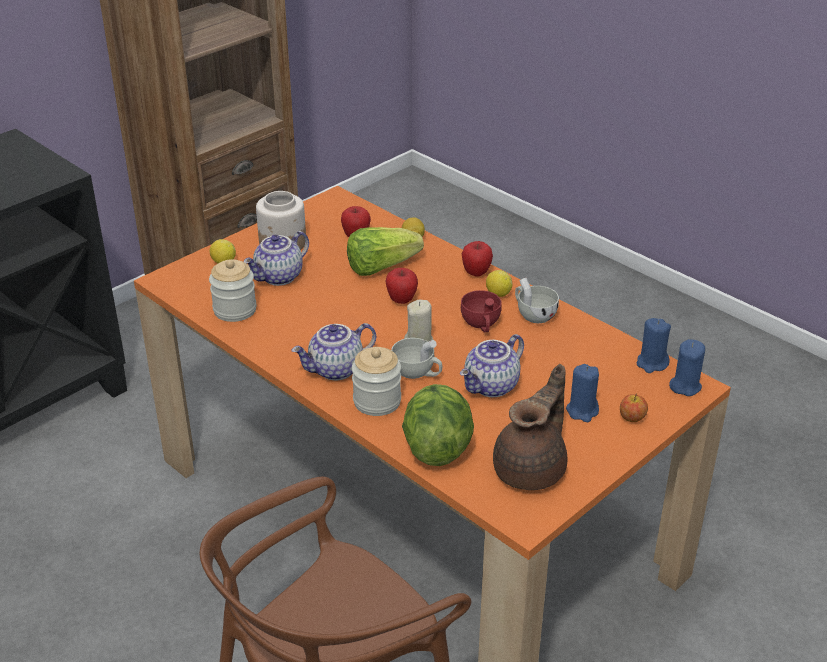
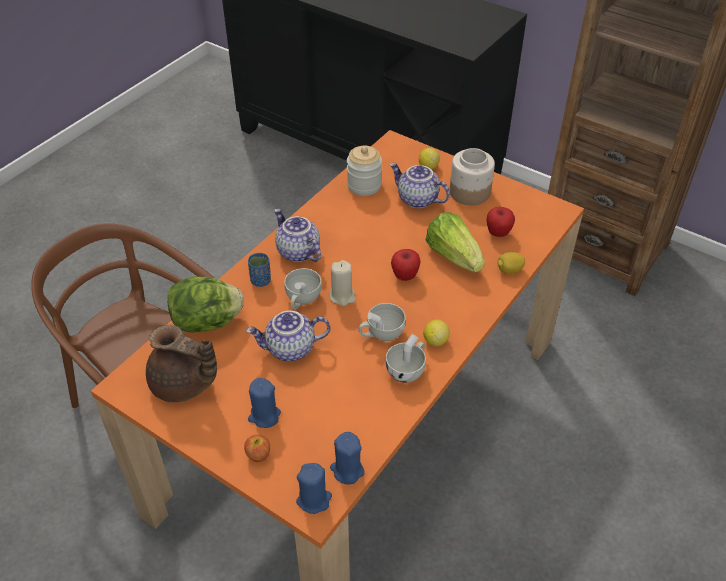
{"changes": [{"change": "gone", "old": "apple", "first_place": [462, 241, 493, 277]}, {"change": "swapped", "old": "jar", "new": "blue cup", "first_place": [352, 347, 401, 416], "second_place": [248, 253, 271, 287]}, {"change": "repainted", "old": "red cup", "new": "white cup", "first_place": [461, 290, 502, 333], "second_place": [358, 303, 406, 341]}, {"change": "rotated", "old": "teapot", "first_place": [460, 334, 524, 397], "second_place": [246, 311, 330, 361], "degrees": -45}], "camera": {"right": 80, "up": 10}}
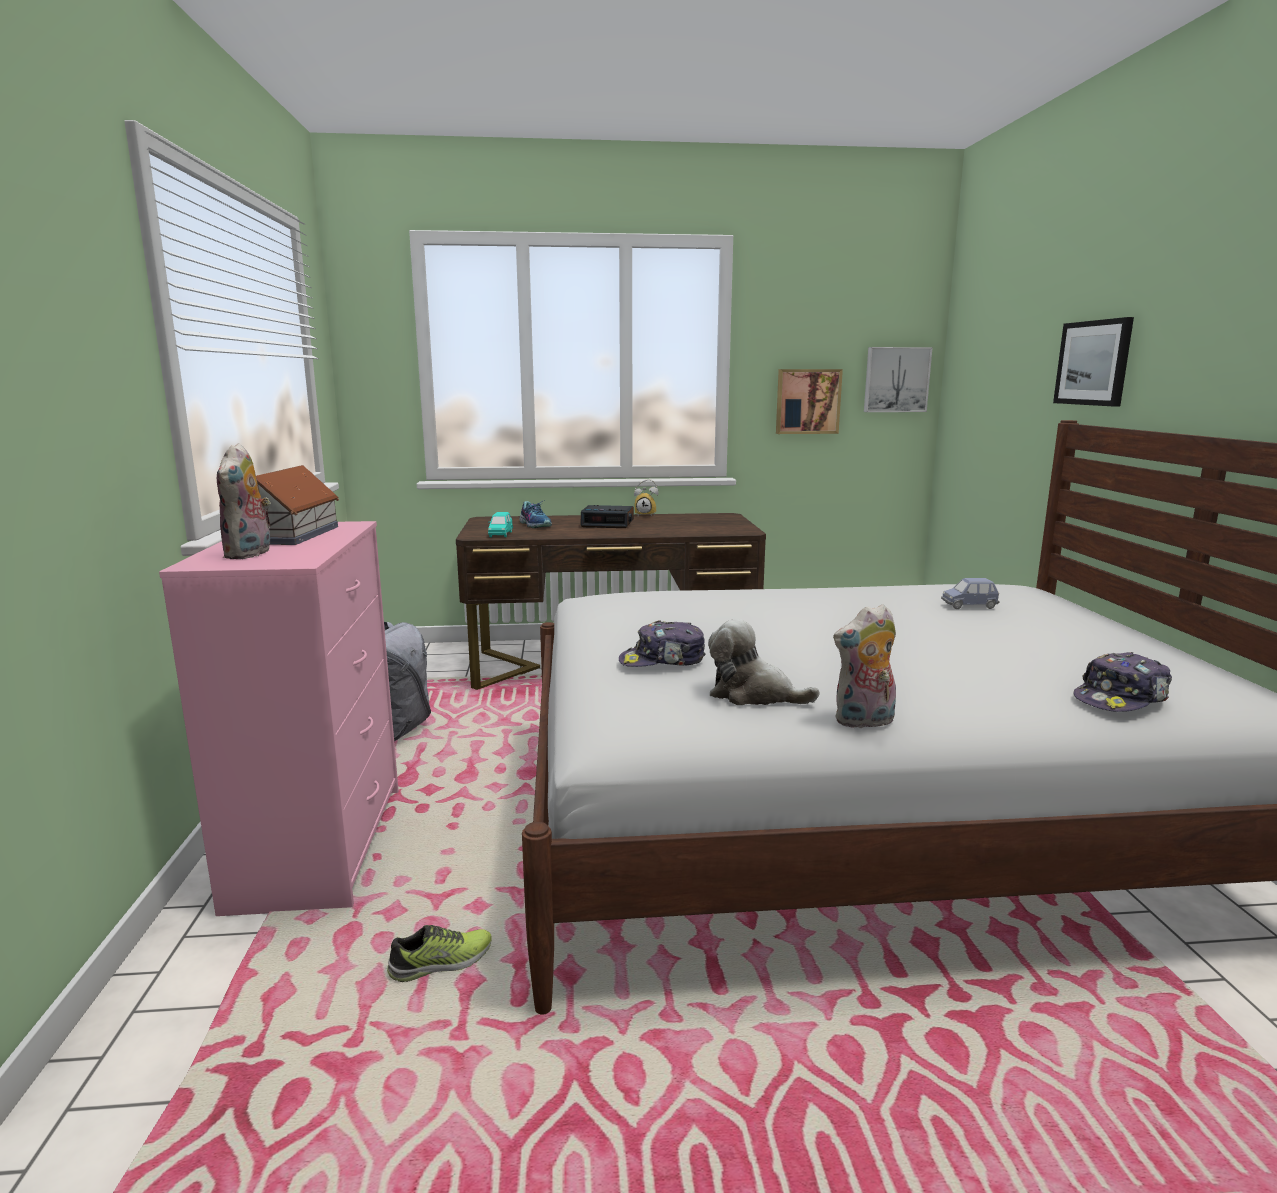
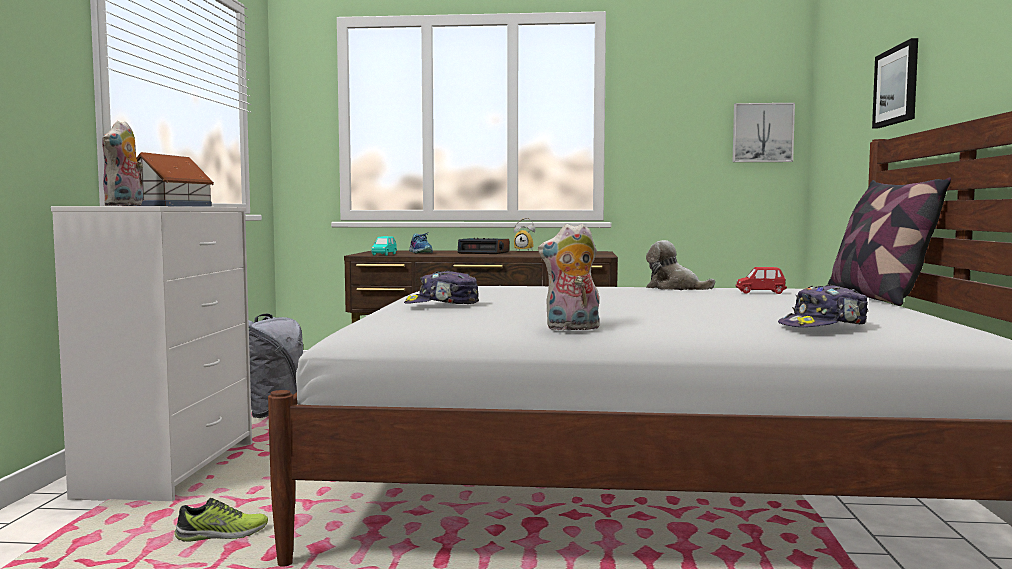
{"changes": [{"change": "gone", "old": "picture", "first_place": [776, 369, 843, 434]}, {"change": "new", "new": "pillow", "second_place": [828, 177, 951, 306]}, {"change": "shifted", "old": "plush toy", "first_place": [708, 619, 819, 705], "second_place": [646, 240, 715, 290]}, {"change": "repainted", "old": "pink dresser", "new": "white dresser", "first_place": [159, 521, 399, 916], "second_place": [51, 206, 252, 501]}, {"change": "repainted", "old": "blue toy car", "new": "red toy car", "first_place": [941, 578, 1000, 609], "second_place": [735, 267, 787, 294]}], "camera": {"right": 10, "up": -10}}
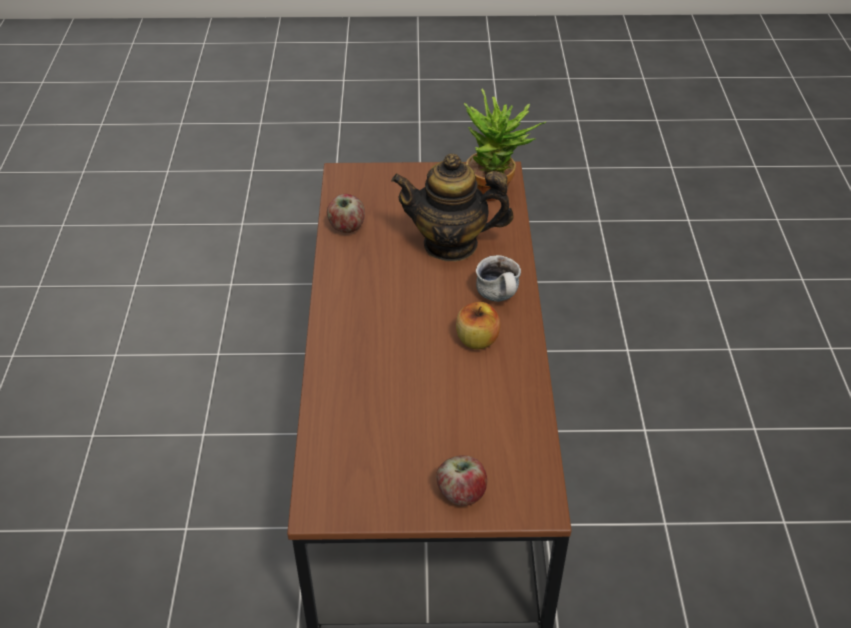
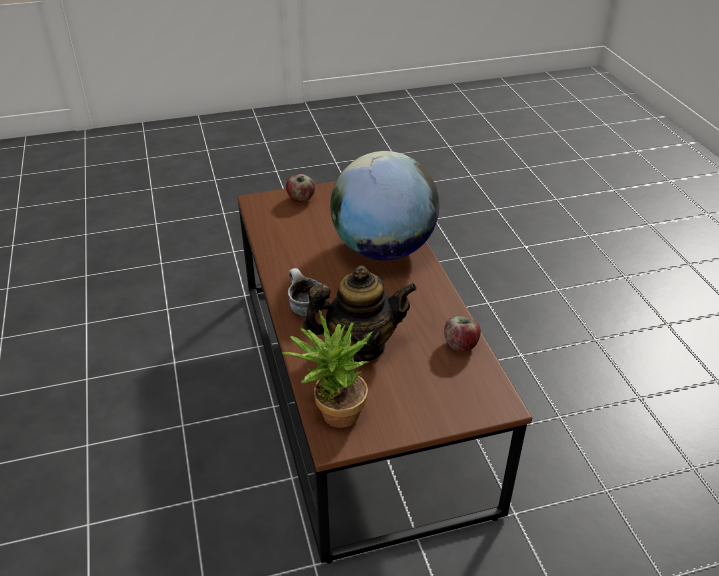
{"changes": [{"change": "gone", "old": "apple", "first_place": [456, 302, 500, 350]}, {"change": "new", "new": "globe", "second_place": [330, 151, 439, 261]}], "camera": {"right": 165, "up": -5}}
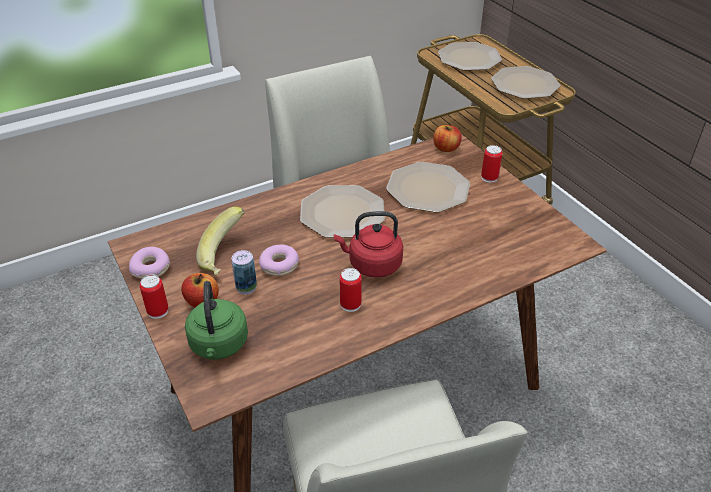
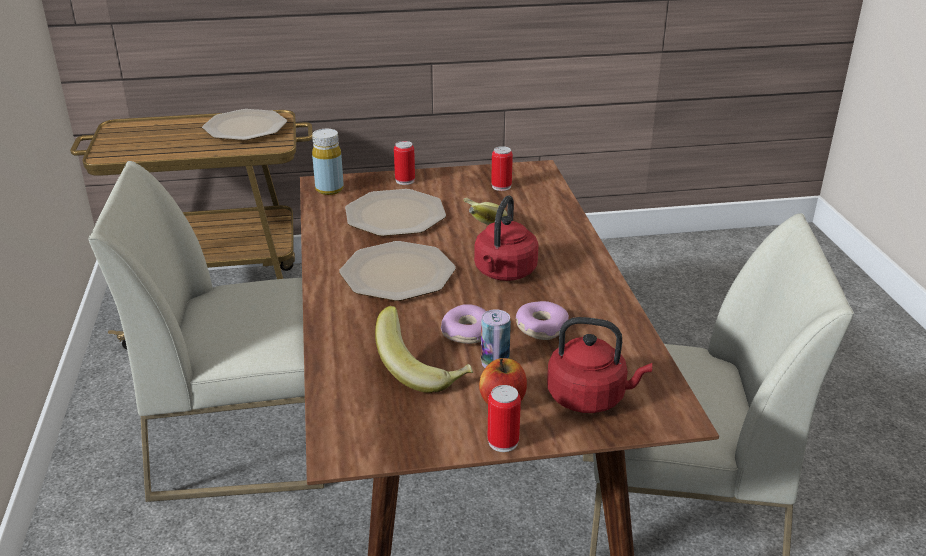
{"changes": [{"change": "gone", "old": "plate", "first_place": [438, 42, 502, 71]}, {"change": "new", "new": "banana", "second_place": [463, 198, 507, 225]}, {"change": "shifted", "old": "donut", "first_place": [129, 247, 170, 279], "second_place": [516, 301, 569, 340]}, {"change": "shifted", "old": "can", "first_place": [340, 268, 362, 312], "second_place": [491, 146, 513, 191]}, {"change": "swapped", "old": "apple", "new": "yellow bottle", "first_place": [433, 125, 462, 152], "second_place": [312, 129, 344, 195]}, {"change": "repainted", "old": "green kettle", "new": "red kettle", "first_place": [185, 281, 248, 359], "second_place": [547, 317, 652, 413]}], "camera": {"right": -70, "up": -10}}
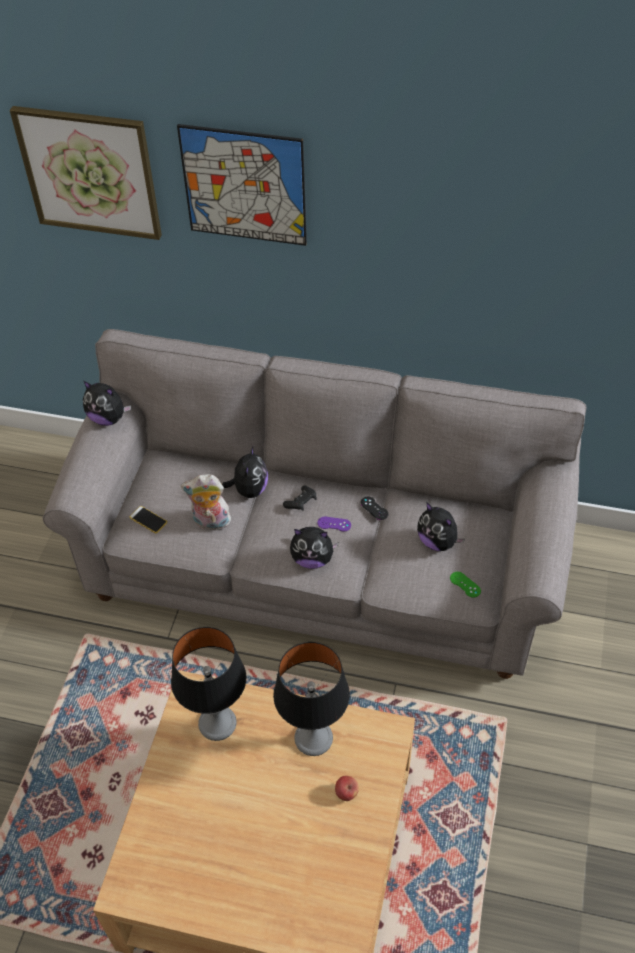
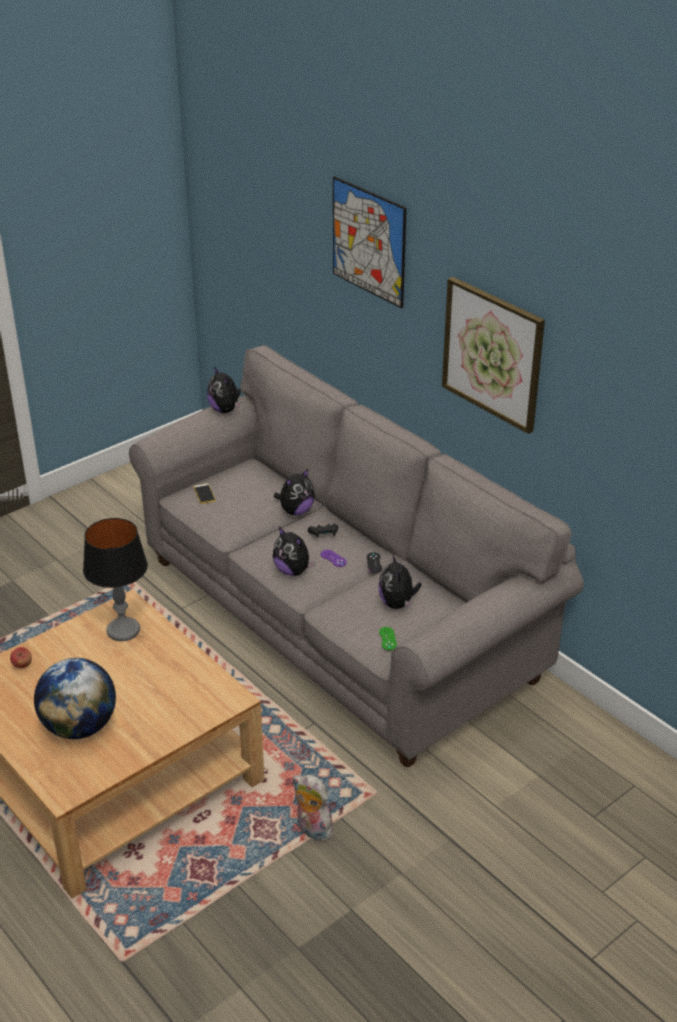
{"changes": [{"change": "gone", "old": "table lamp", "first_place": [273, 642, 350, 756]}, {"change": "new", "new": "globe", "second_place": [34, 658, 116, 739]}, {"change": "shifted", "old": "picture", "first_place": [10, 106, 162, 240], "second_place": [442, 277, 545, 434]}, {"change": "shifted", "old": "plush toy", "first_place": [181, 474, 233, 530], "second_place": [293, 774, 333, 842]}, {"change": "shifted", "old": "apple", "first_place": [335, 776, 359, 801], "second_place": [10, 647, 32, 668]}], "camera": {"right": 35, "up": -15}}
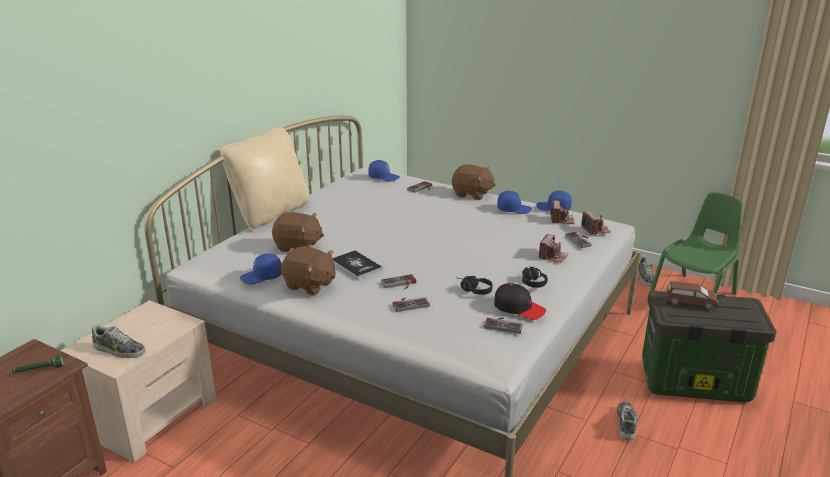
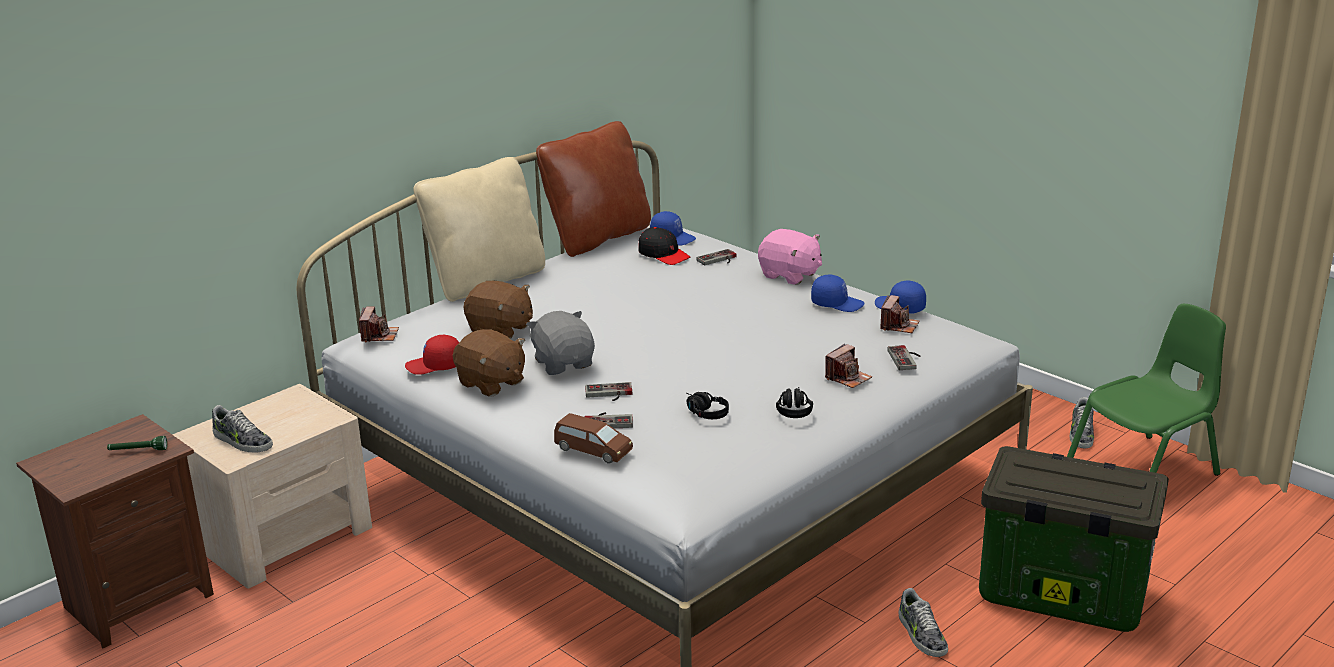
{"changes": [{"change": "gone", "old": "game controller", "first_place": [484, 318, 523, 334]}, {"change": "new", "new": "brown pillow", "second_place": [536, 121, 651, 257]}, {"change": "shifted", "old": "black cap", "first_place": [494, 283, 546, 320], "second_place": [638, 227, 690, 265]}, {"change": "shifted", "old": "photo camera", "first_place": [581, 211, 611, 235], "second_place": [359, 307, 399, 342]}, {"change": "shifted", "old": "brown toy car", "first_place": [666, 281, 718, 309], "second_place": [554, 413, 633, 464]}, {"change": "swapped", "old": "book", "new": "grey plush toy", "first_place": [333, 250, 383, 279], "second_place": [526, 311, 595, 375]}, {"change": "repainted", "old": "blue cap", "new": "red cap", "first_place": [240, 253, 282, 285], "second_place": [405, 335, 459, 375]}, {"change": "repainted", "old": "brown plush toy", "new": "pink plush toy", "first_place": [452, 164, 496, 200], "second_place": [758, 229, 822, 285]}, {"change": "rotated", "old": "shoe", "first_place": [617, 401, 637, 441], "second_place": [899, 588, 948, 657], "degrees": 135}], "camera": {"right": 15, "up": 0}}
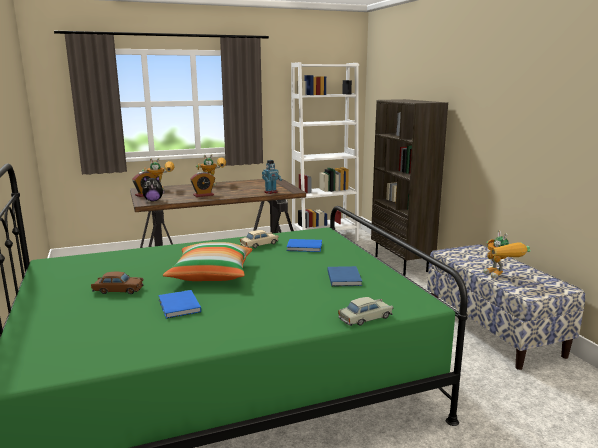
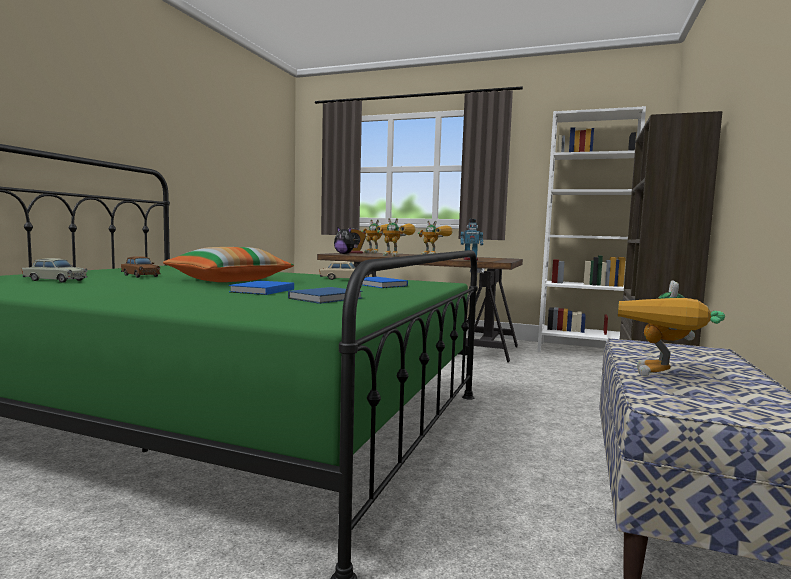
{"changes": [{"change": "shifted", "old": "blue book", "first_place": [158, 290, 201, 319], "second_place": [229, 281, 294, 295]}, {"change": "shifted", "old": "beige toy car", "first_place": [338, 297, 393, 326], "second_place": [22, 258, 88, 283]}, {"change": "swapped", "old": "alarm clock", "new": "toy robot", "first_place": [190, 172, 215, 197], "second_place": [377, 218, 416, 256]}], "camera": {"right": 40, "up": -10}}
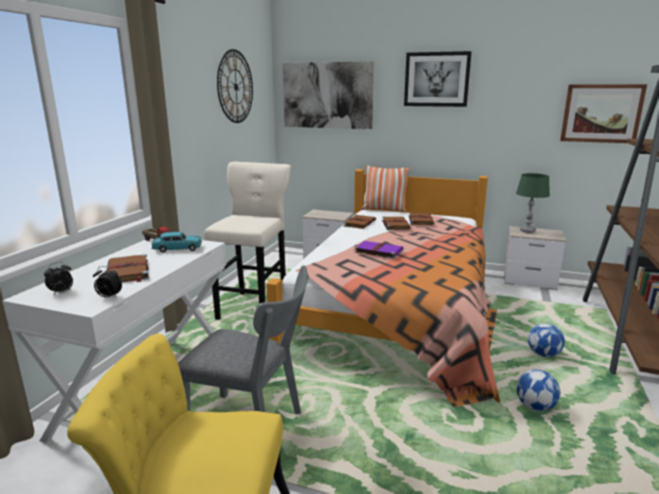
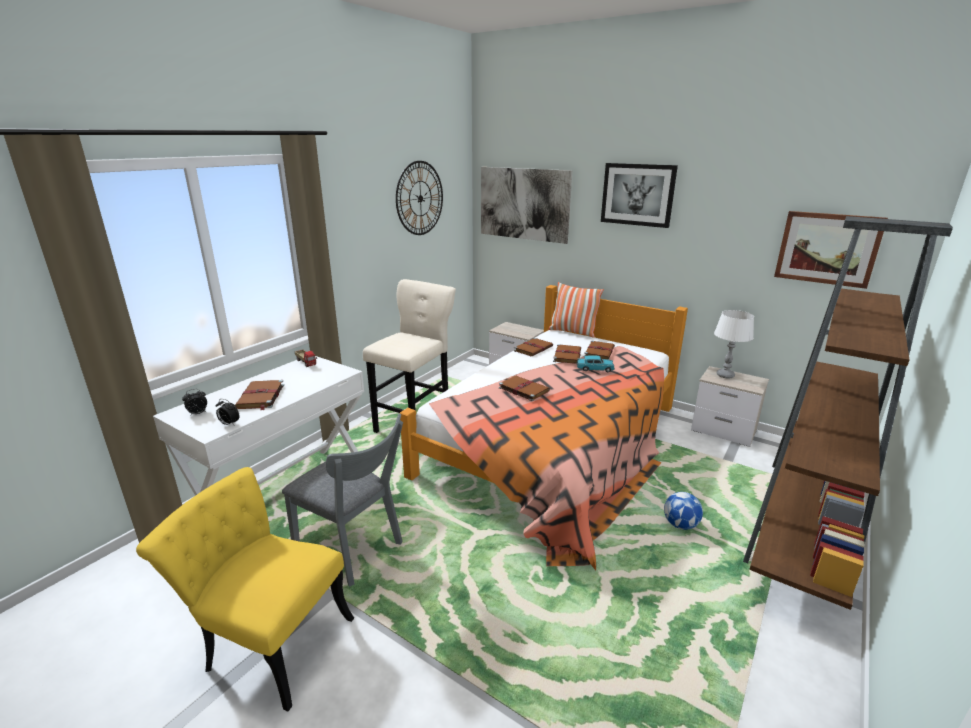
{"changes": [{"change": "gone", "old": "football", "first_place": [516, 370, 560, 411]}, {"change": "shifted", "old": "turquoise toy car", "first_place": [151, 232, 202, 253], "second_place": [577, 355, 615, 372]}, {"change": "repainted", "old": "purple book", "new": "brown book", "first_place": [354, 241, 403, 259], "second_place": [499, 376, 550, 401]}, {"change": "repainted", "old": "green table lamp", "new": "white table lamp", "first_place": [516, 173, 550, 233], "second_place": [714, 310, 754, 379]}], "camera": {"right": 15, "up": 5}}
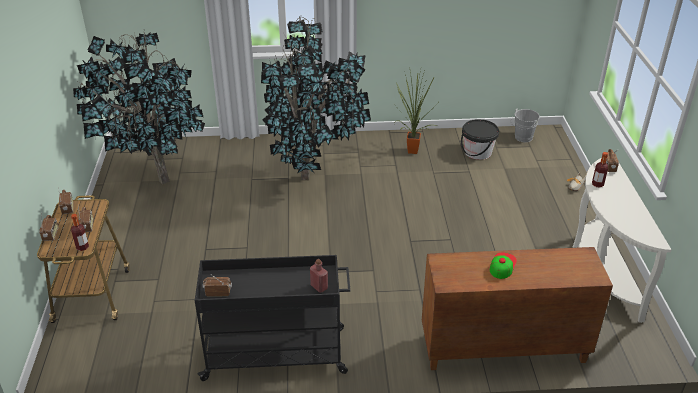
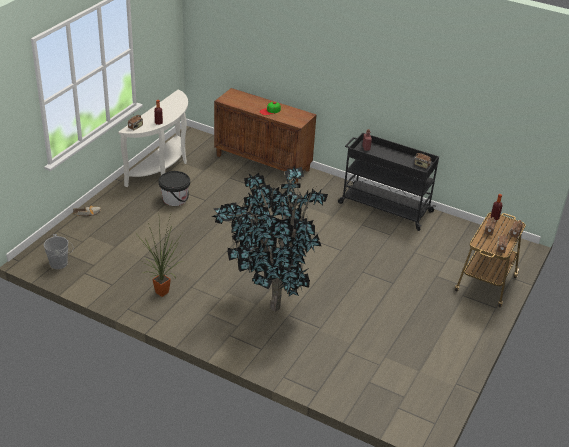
{"changes": [{"change": "gone", "old": "potted plant", "first_place": [73, 32, 205, 184]}, {"change": "shifted", "old": "black bucket", "first_place": [461, 119, 499, 160], "second_place": [158, 171, 190, 206]}], "camera": {"right": -150, "up": 0}}
